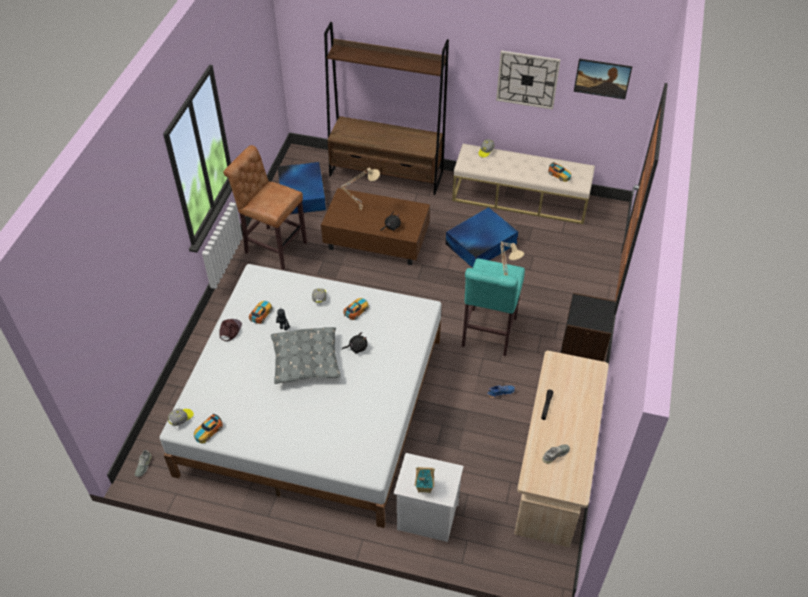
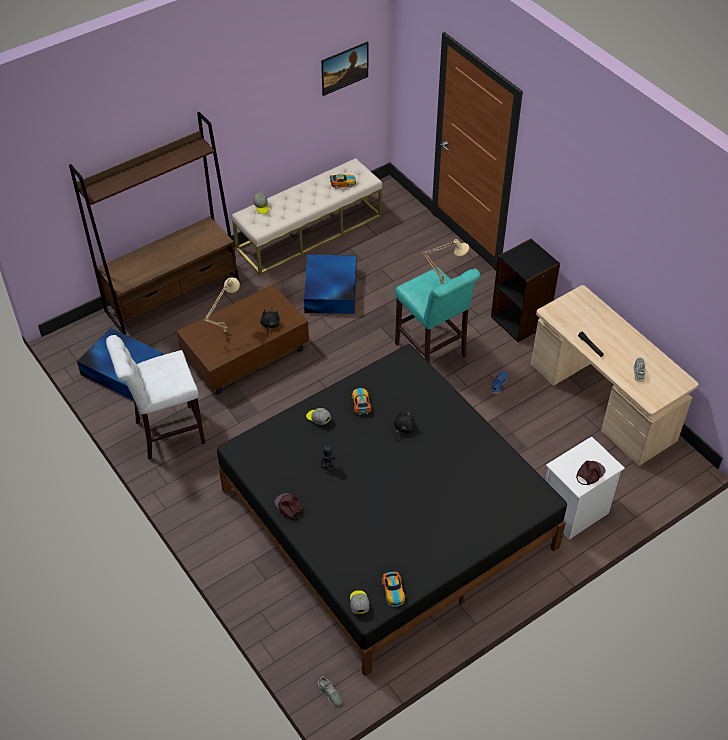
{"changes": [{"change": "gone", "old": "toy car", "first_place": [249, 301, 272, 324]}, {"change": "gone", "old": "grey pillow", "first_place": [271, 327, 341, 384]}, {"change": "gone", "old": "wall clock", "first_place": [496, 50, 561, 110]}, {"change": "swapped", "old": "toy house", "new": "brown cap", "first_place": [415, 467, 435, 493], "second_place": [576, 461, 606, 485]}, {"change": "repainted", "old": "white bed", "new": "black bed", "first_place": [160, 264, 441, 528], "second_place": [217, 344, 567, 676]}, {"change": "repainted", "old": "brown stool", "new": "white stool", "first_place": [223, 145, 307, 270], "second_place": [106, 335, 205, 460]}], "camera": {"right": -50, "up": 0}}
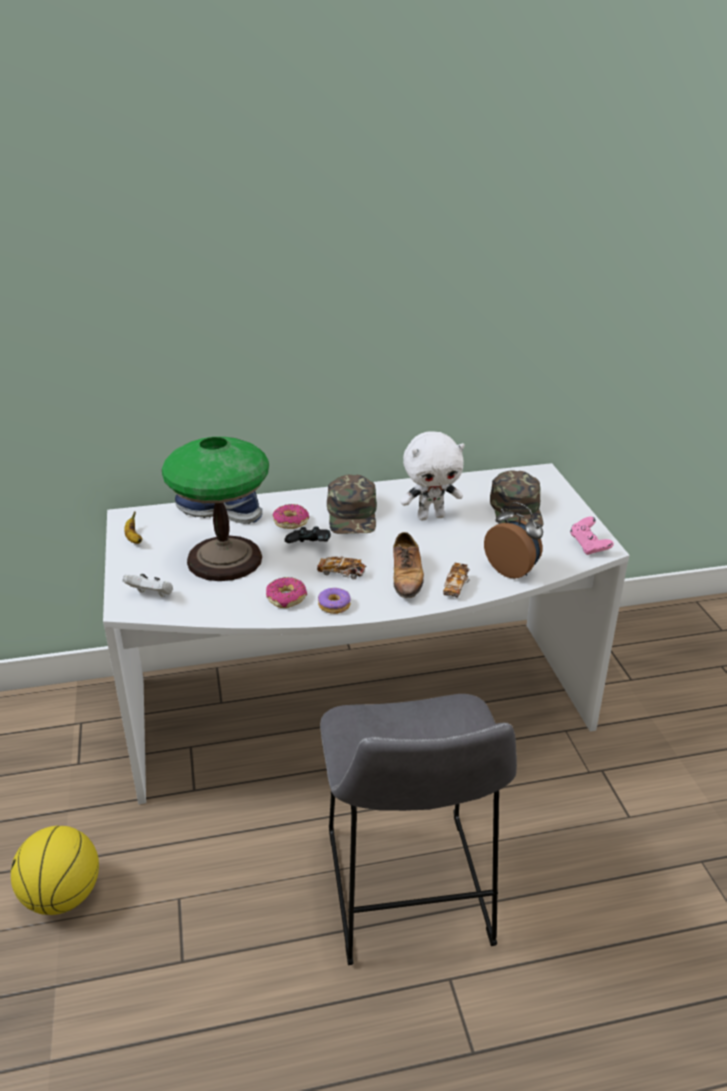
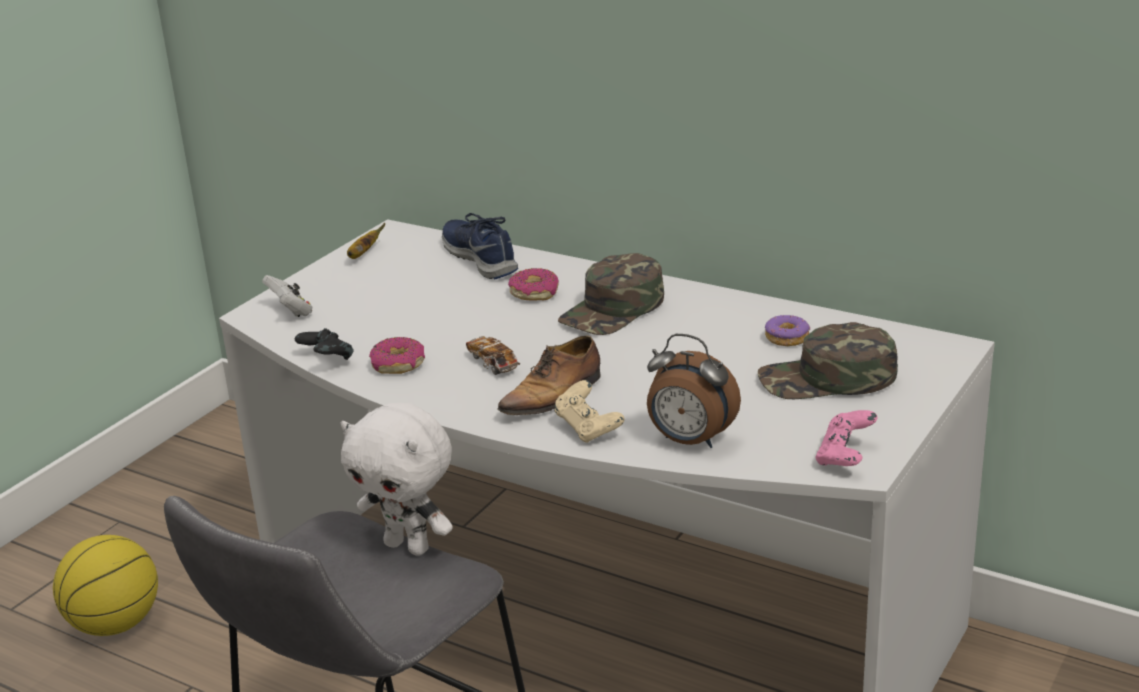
{"changes": [{"change": "gone", "old": "table lamp", "first_place": [162, 437, 269, 581]}, {"change": "shifted", "old": "black game controller", "first_place": [285, 526, 331, 543], "second_place": [295, 328, 354, 360]}, {"change": "shifted", "old": "donut", "first_place": [318, 588, 351, 614], "second_place": [765, 315, 810, 346]}, {"change": "shifted", "old": "white plush toy", "first_place": [400, 431, 465, 520], "second_place": [340, 403, 453, 556]}, {"change": "swapped", "old": "toy car", "new": "beige game controller", "first_place": [443, 563, 470, 598], "second_place": [554, 380, 625, 443]}, {"change": "rotated", "old": "alarm clock", "first_place": [484, 502, 543, 579], "second_place": [647, 334, 741, 448], "degrees": 120}, {"change": "rotated", "old": "green cap", "first_place": [490, 470, 543, 527], "second_place": [758, 322, 898, 399], "degrees": 45}], "camera": {"right": 45, "up": -5}}
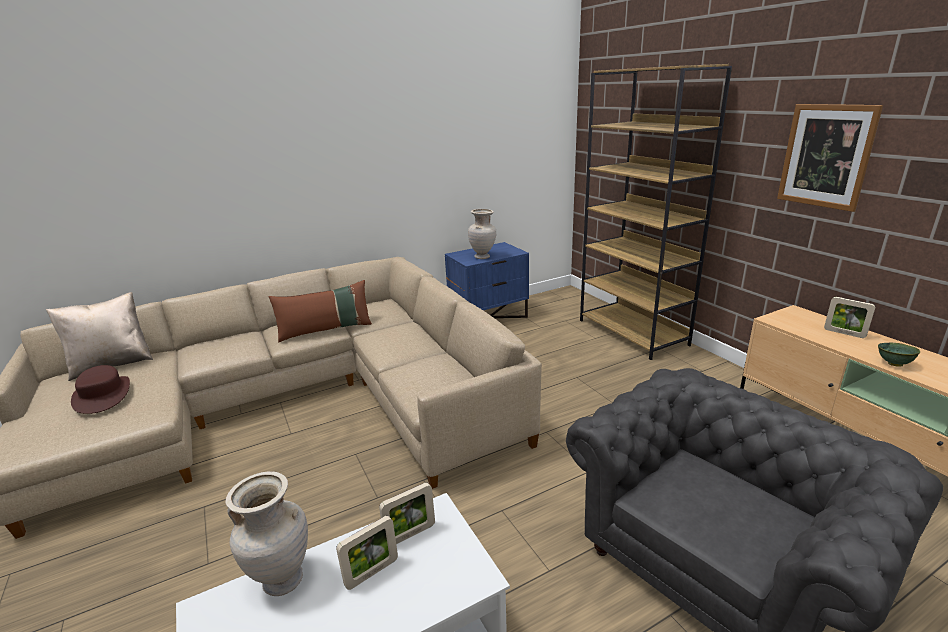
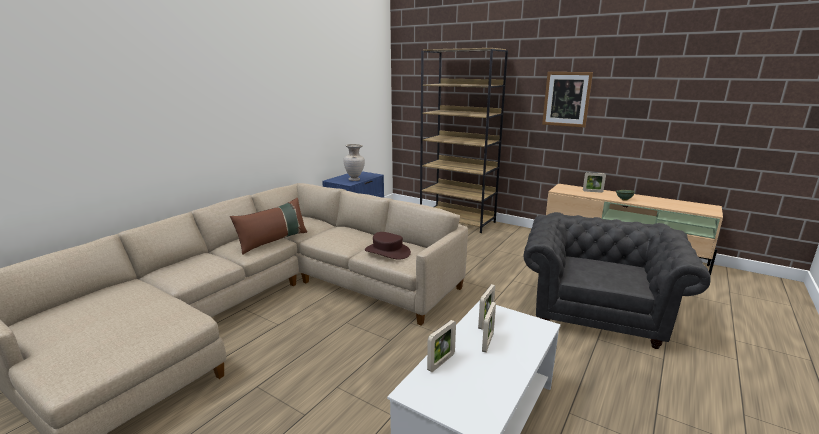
{"changes": [{"change": "gone", "old": "beige pillow", "first_place": [46, 292, 153, 381]}, {"change": "shifted", "old": "brown hat", "first_place": [71, 365, 130, 414], "second_place": [365, 232, 411, 259]}, {"change": "swapped", "old": "beige vase", "new": "picture frame", "first_place": [226, 471, 308, 596], "second_place": [427, 320, 456, 372]}], "camera": {"right": -30, "up": -5}}
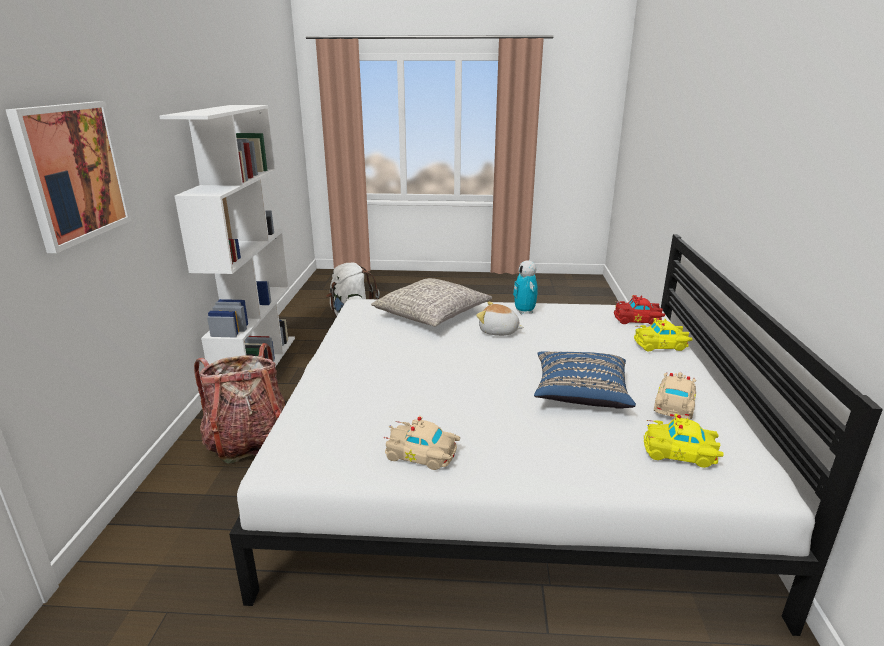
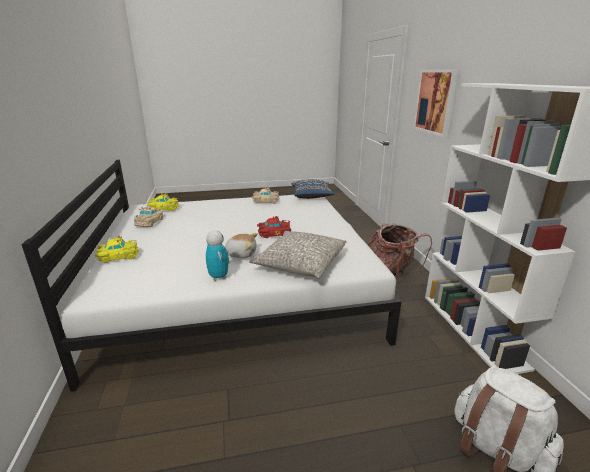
{"changes": [{"change": "shifted", "old": "blue pillow", "first_place": [534, 351, 636, 408], "second_place": [292, 179, 335, 199]}, {"change": "shifted", "old": "red toy car", "first_place": [614, 295, 665, 325], "second_place": [257, 216, 291, 238]}], "camera": {"right": 165, "up": 0}}
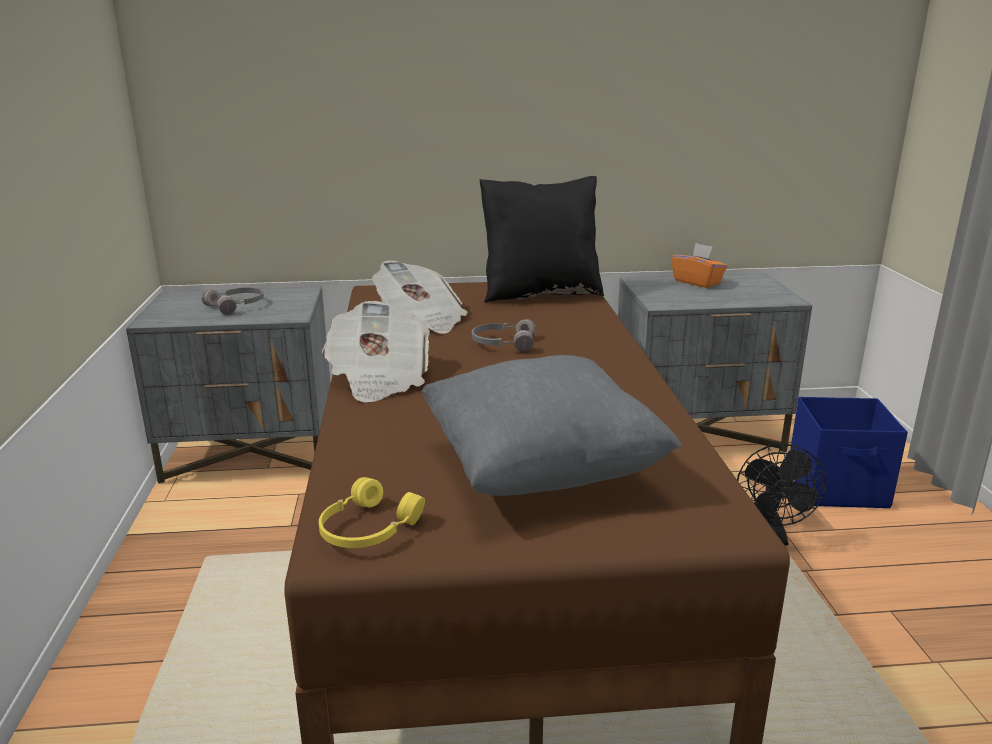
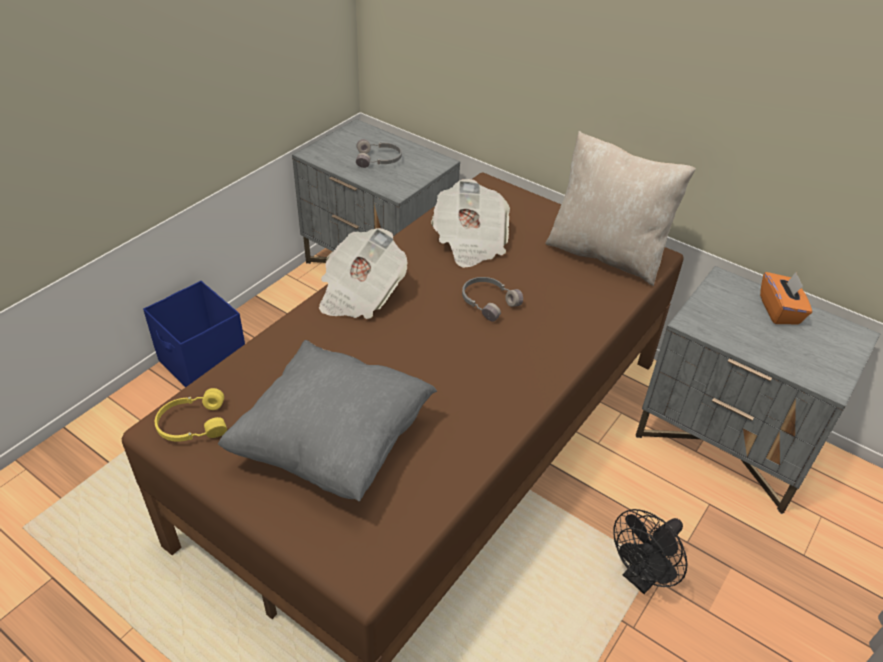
{"changes": [{"change": "shifted", "old": "blue storage box", "first_place": [790, 397, 908, 508], "second_place": [143, 281, 245, 387]}, {"change": "repainted", "old": "black pillow", "new": "beige pillow", "first_place": [480, 176, 604, 303], "second_place": [545, 131, 696, 286]}], "camera": {"right": 40, "up": 20}}
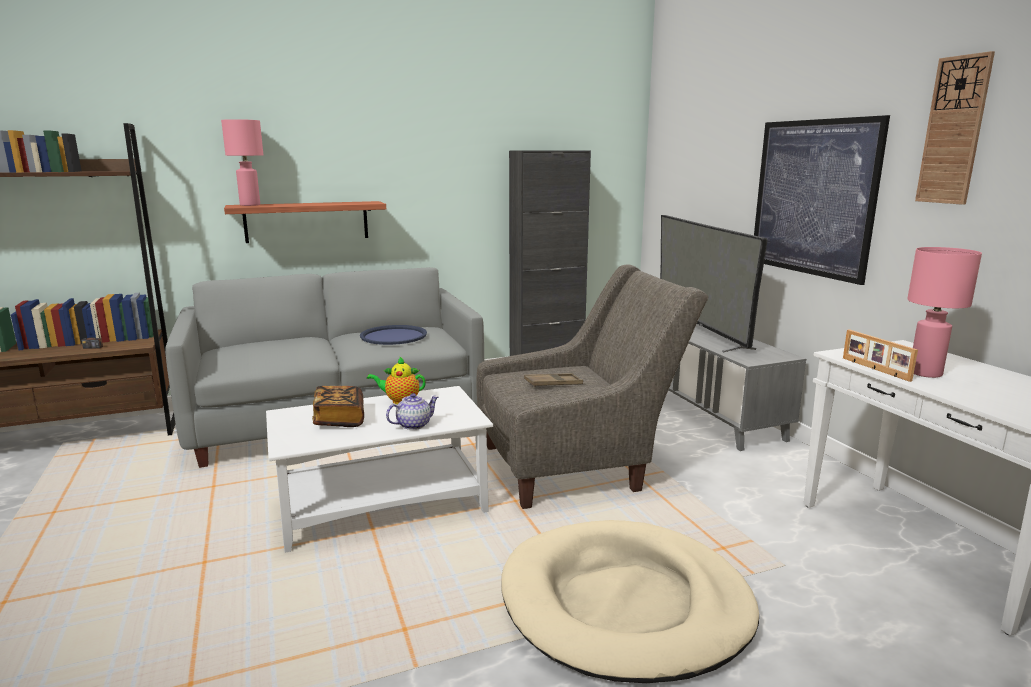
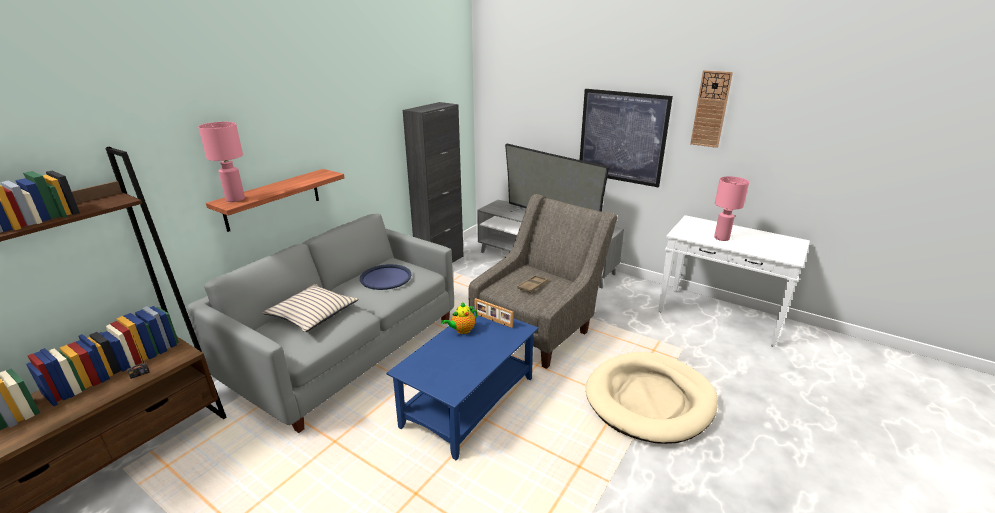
{"changes": [{"change": "gone", "old": "book", "first_place": [312, 386, 364, 427]}, {"change": "gone", "old": "teapot", "first_place": [386, 393, 439, 430]}, {"change": "new", "new": "beige pillow", "second_place": [262, 284, 359, 332]}, {"change": "shifted", "old": "picture frame", "first_place": [843, 329, 918, 382], "second_place": [475, 298, 513, 328]}, {"change": "repainted", "old": "white coffee table", "new": "blue coffee table", "first_place": [266, 386, 493, 553], "second_place": [387, 307, 538, 460]}], "camera": {"right": -35, "up": 10}}
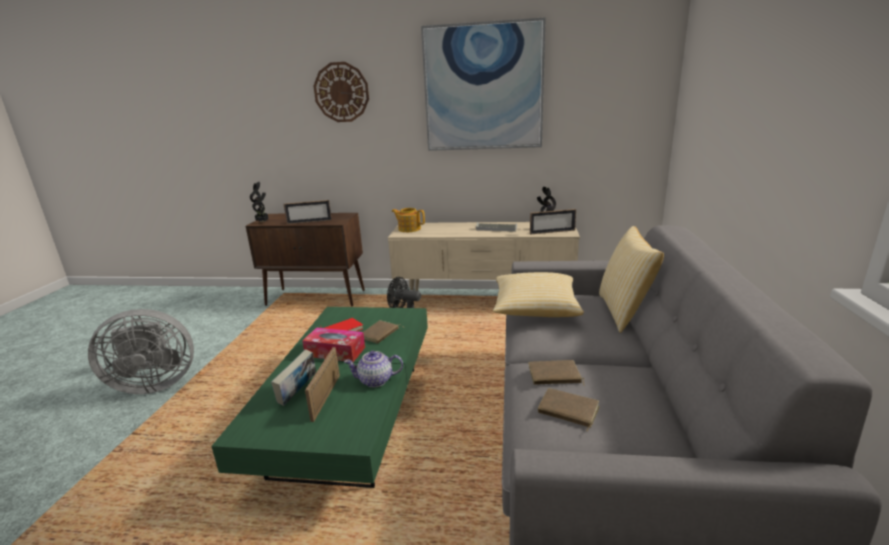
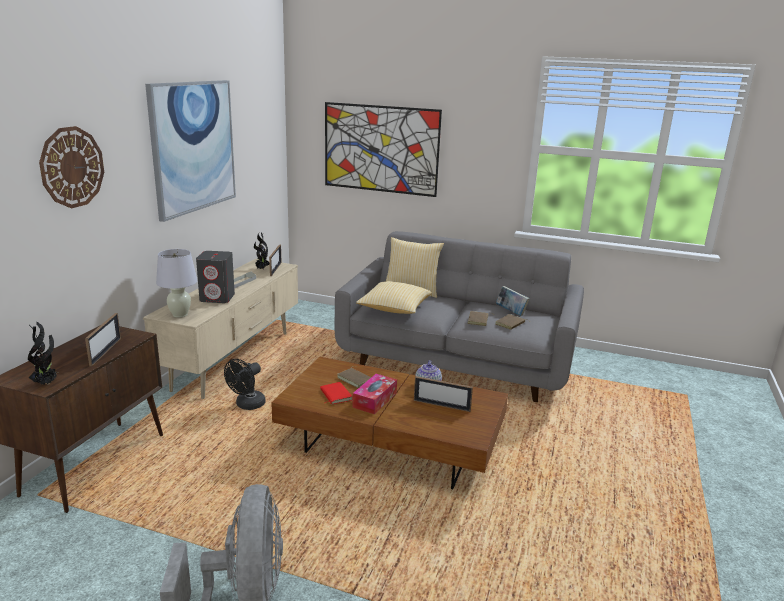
{"changes": [{"change": "new", "new": "grey speaker", "second_place": [196, 251, 235, 303]}, {"change": "new", "new": "picture", "second_place": [325, 102, 442, 197]}, {"change": "shifted", "old": "book", "first_place": [271, 350, 316, 406], "second_place": [496, 286, 530, 316]}, {"change": "swapped", "old": "teapot", "new": "white table lamp", "first_place": [391, 208, 425, 232], "second_place": [156, 249, 198, 318]}, {"change": "repainted", "old": "green coffee table", "new": "brown coffee table", "first_place": [211, 307, 428, 488], "second_place": [271, 357, 508, 489]}], "camera": {"right": -80, "up": 0}}
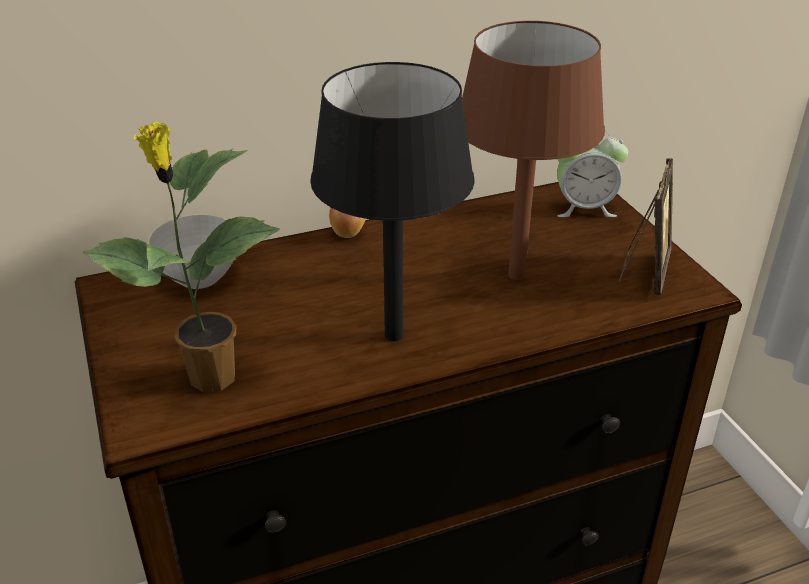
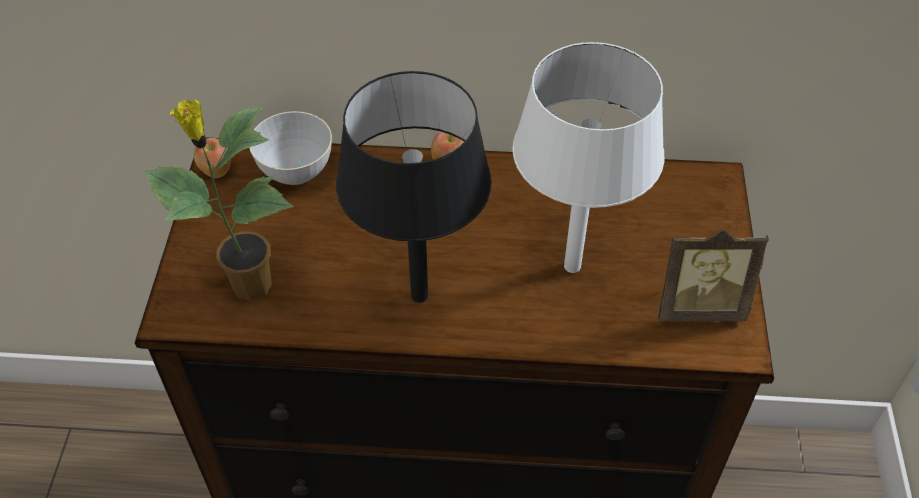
{"changes": [{"change": "gone", "old": "alarm clock", "first_place": [557, 130, 628, 217]}, {"change": "new", "new": "apple", "second_place": [194, 138, 231, 178]}, {"change": "repainted", "old": "brown table lamp", "new": "white table lamp", "first_place": [462, 21, 605, 280], "second_place": [512, 42, 664, 273]}, {"change": "rotated", "old": "picture frame", "first_place": [618, 159, 673, 295], "second_place": [658, 229, 769, 321], "degrees": 45}], "camera": {"right": 25, "up": 15}}
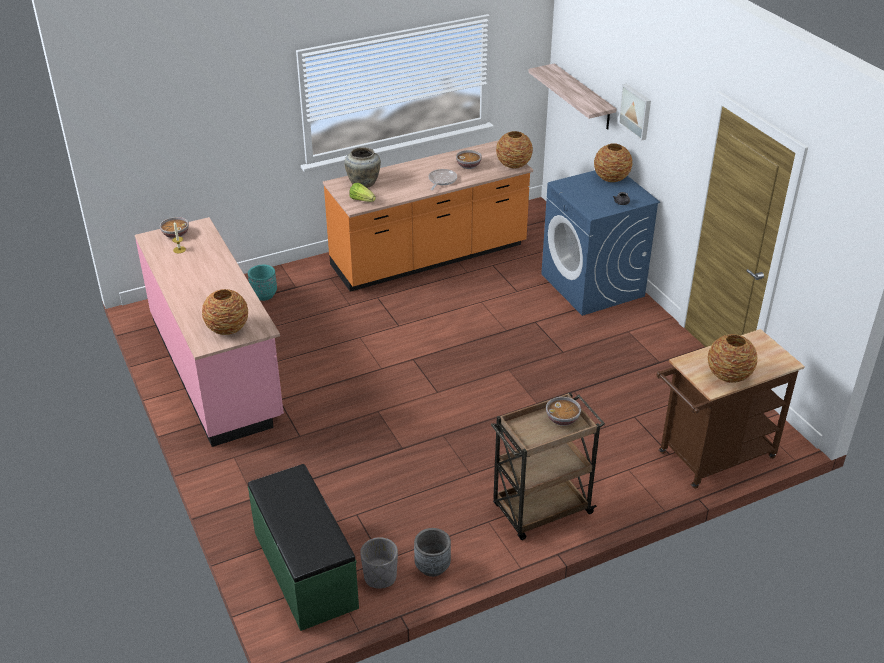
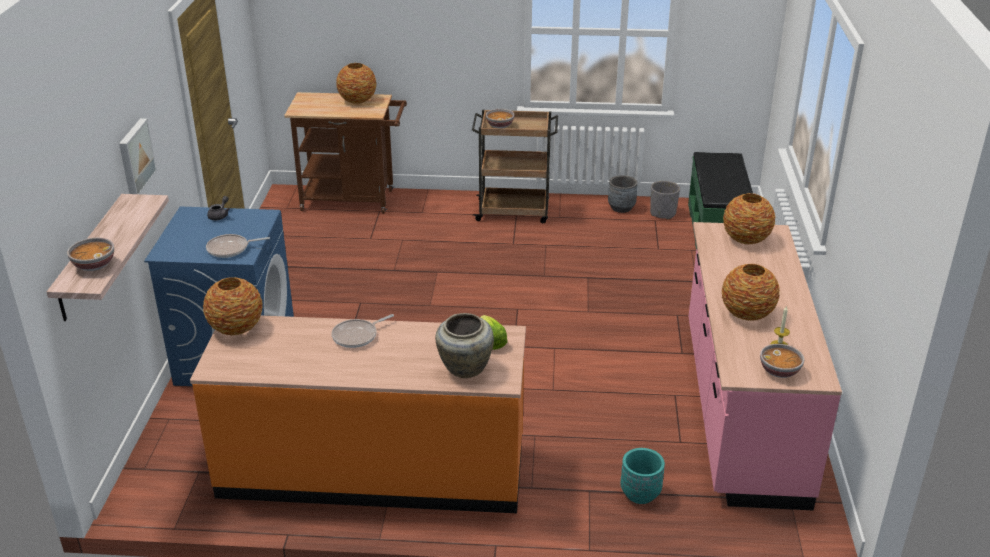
{"changes": [{"change": "new", "new": "frying pan", "second_place": [206, 234, 270, 258]}, {"change": "shifted", "old": "bowl", "first_place": [456, 150, 482, 169], "second_place": [67, 238, 114, 271]}, {"change": "shifted", "old": "vase", "first_place": [594, 143, 632, 182], "second_place": [722, 264, 780, 321]}], "camera": {"right": -150, "up": -5}}
